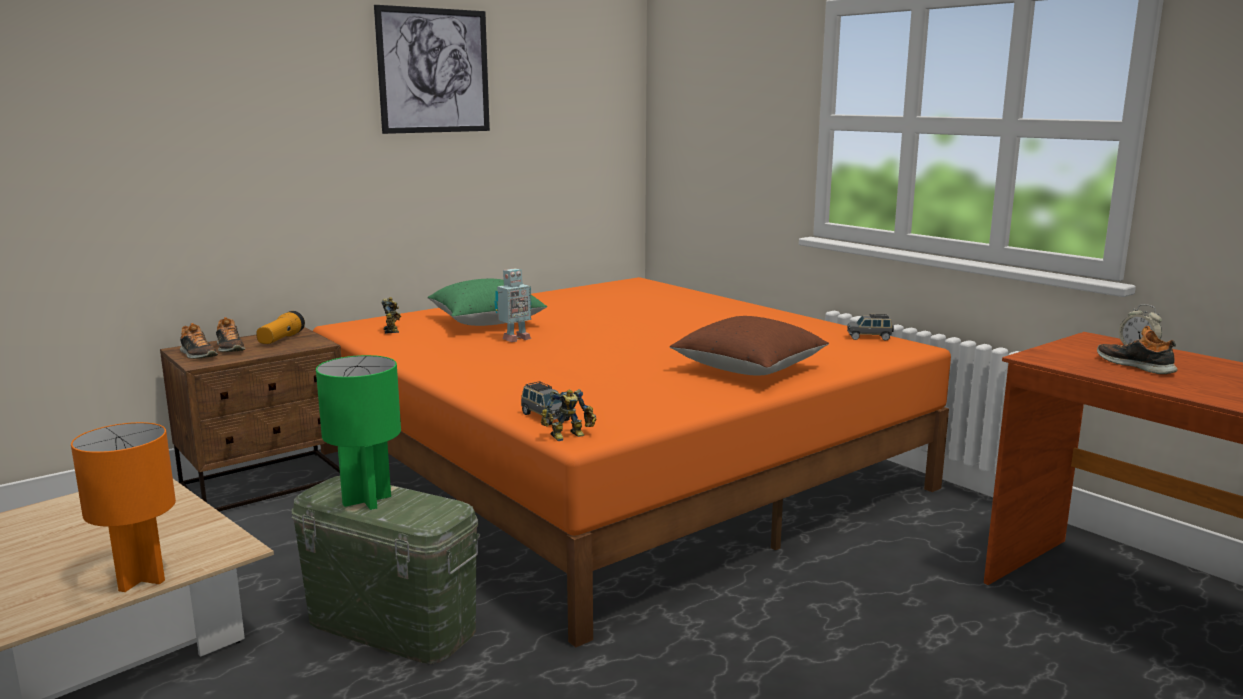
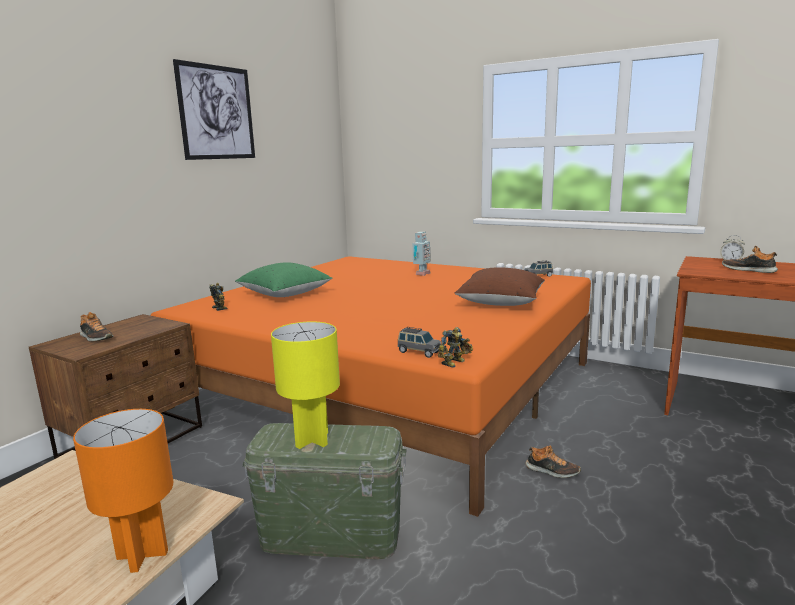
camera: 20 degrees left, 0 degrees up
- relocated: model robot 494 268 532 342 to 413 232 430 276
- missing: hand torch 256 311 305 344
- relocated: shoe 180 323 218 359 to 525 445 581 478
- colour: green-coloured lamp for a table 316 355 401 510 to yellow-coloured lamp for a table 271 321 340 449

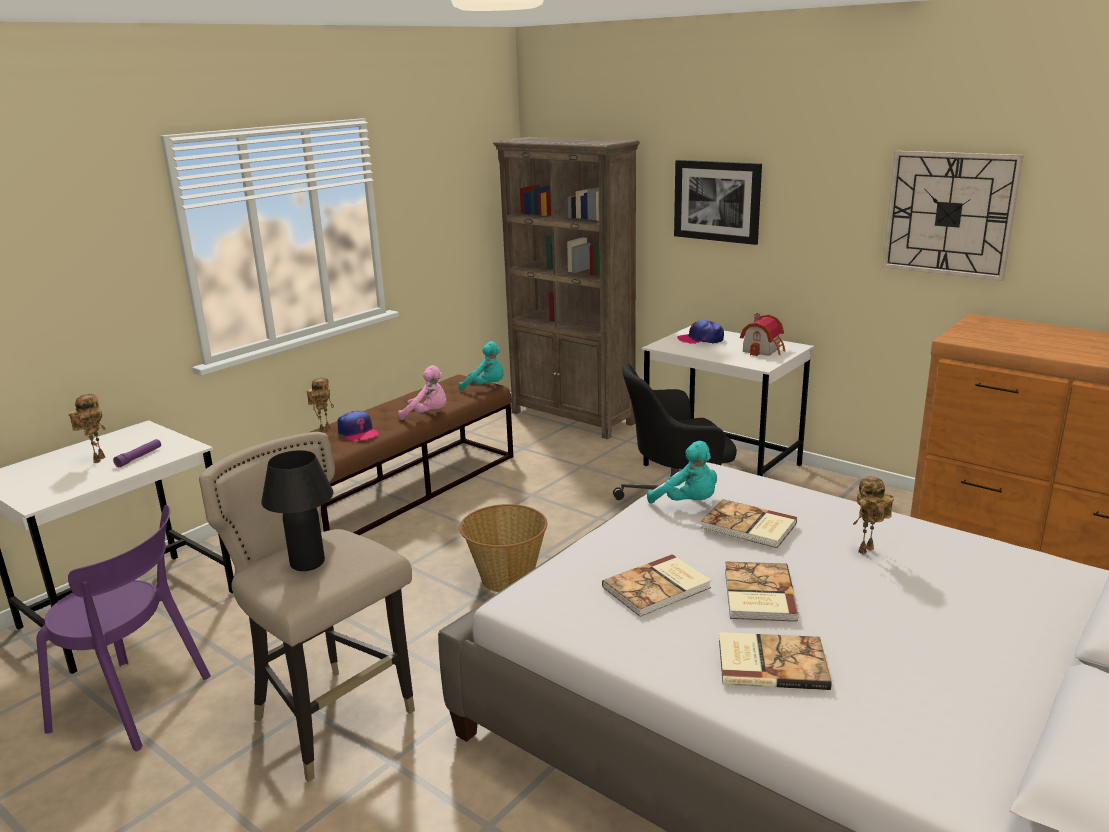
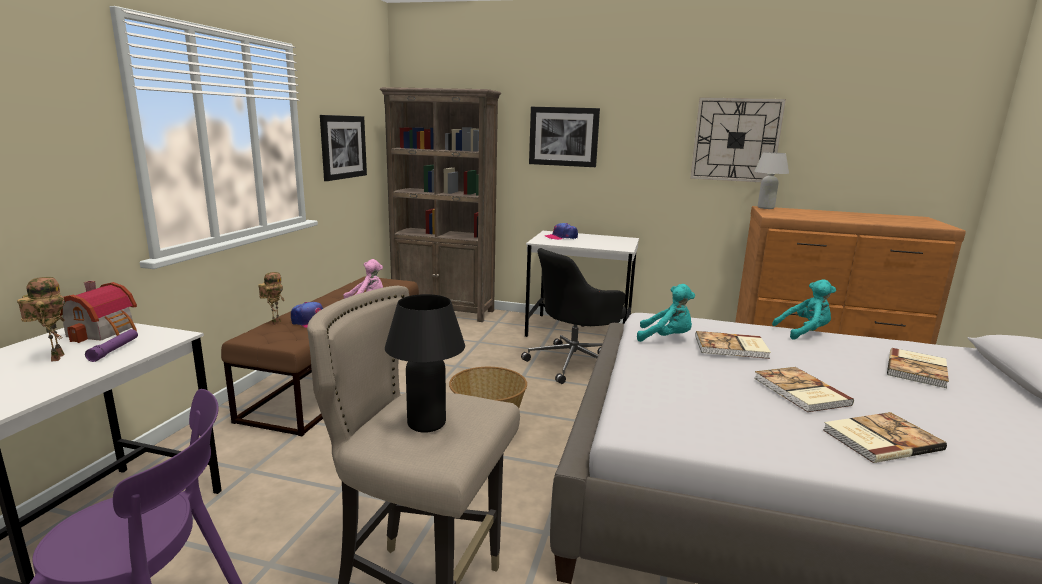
camera: 25 degrees left, 5 degrees down
- relocated: model house 740 313 785 356 to 60 281 137 343
- relocated: turquoise soft toy 459 341 504 391 to 772 279 836 340
- missing: model robot 853 476 894 554
- relocated: volume 602 554 711 617 to 887 348 949 388
- appeared: wall picture 320 115 367 181
- appeared: whitish lamp for a table 754 152 789 209

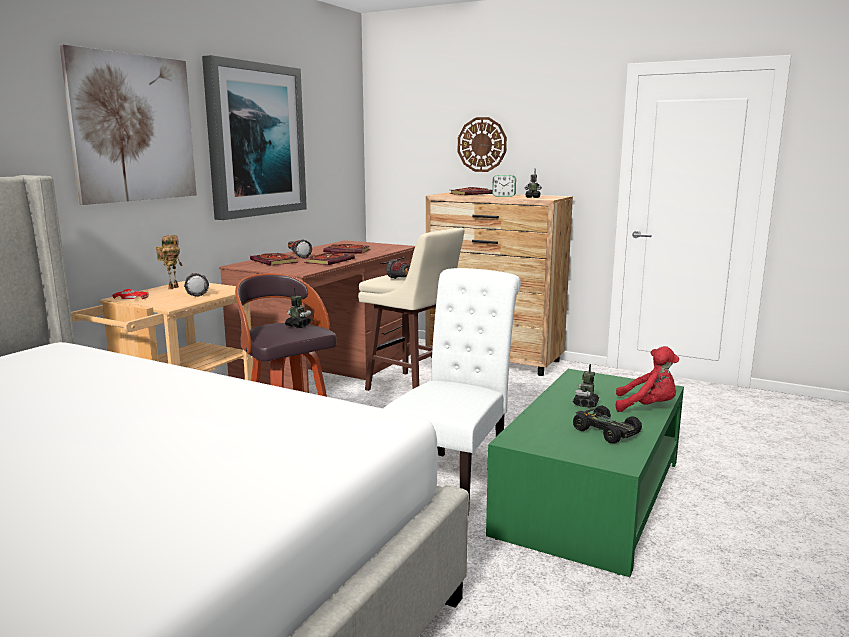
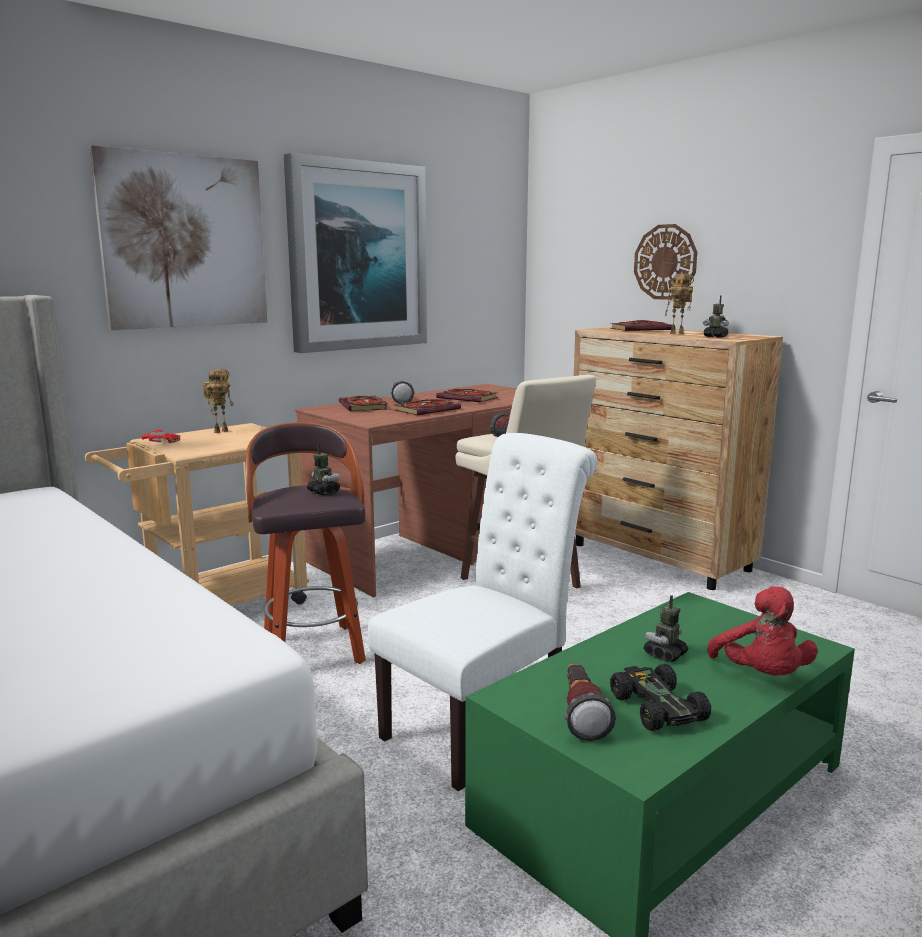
camera: 20 degrees right, 0 degrees up
- exchanged: alarm clock 492 175 516 197 to model robot 665 274 694 335
- relocated: hand torch 184 273 209 297 to 565 664 616 741
- spun: reddish soft toy 616 346 679 412 = 707 587 818 676 45 degrees clockwise

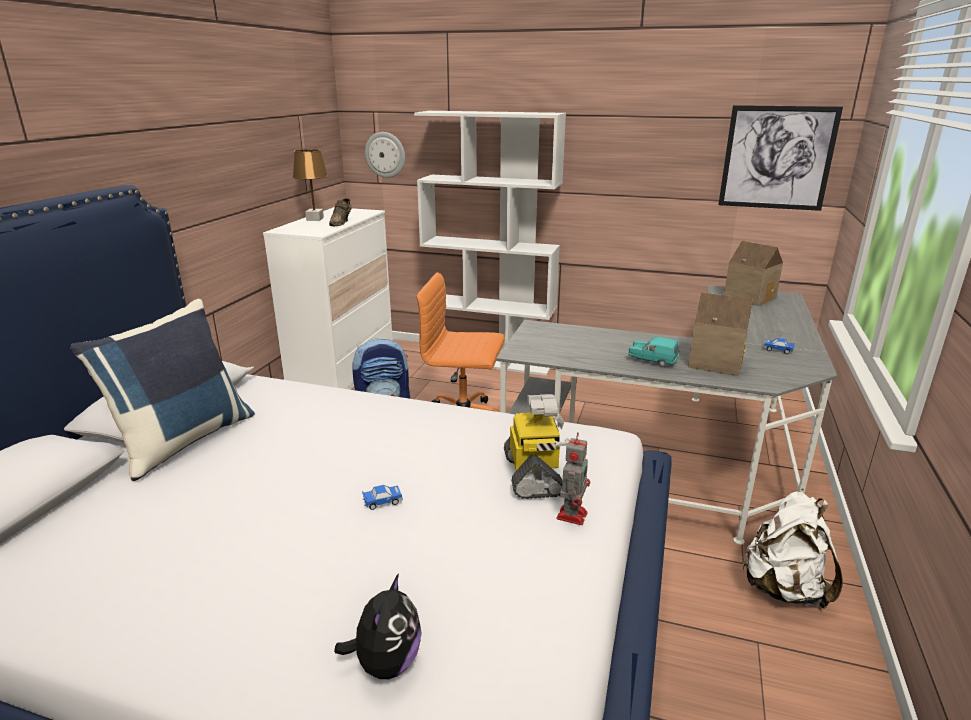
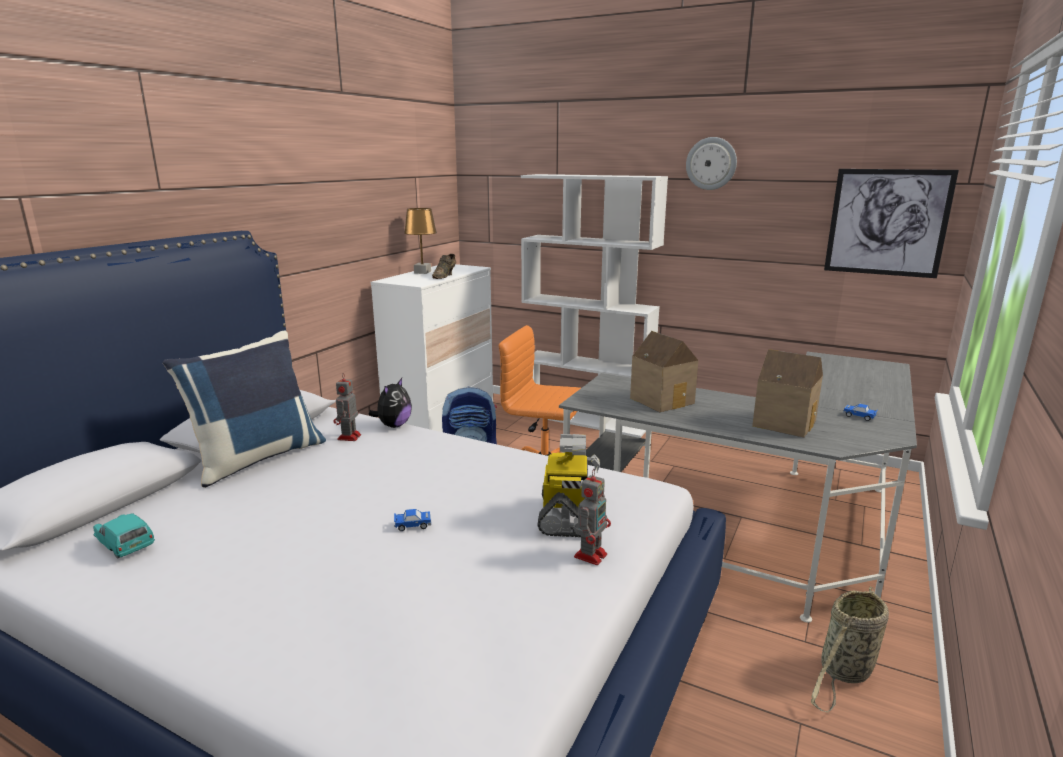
camera: 10 degrees right, 5 degrees down
- relocated: clock on the wall 365 132 405 178 to 686 137 737 190
- relocated: model house 724 241 783 306 to 630 331 699 412
- relocated: turquoise model car 628 337 680 367 to 93 513 155 558
- exchanged: whitish rucksack 741 491 843 609 to household basket 811 587 889 712
- relocated: soft toy 334 573 422 679 to 369 378 412 428
- appeared: model robot 334 373 361 441

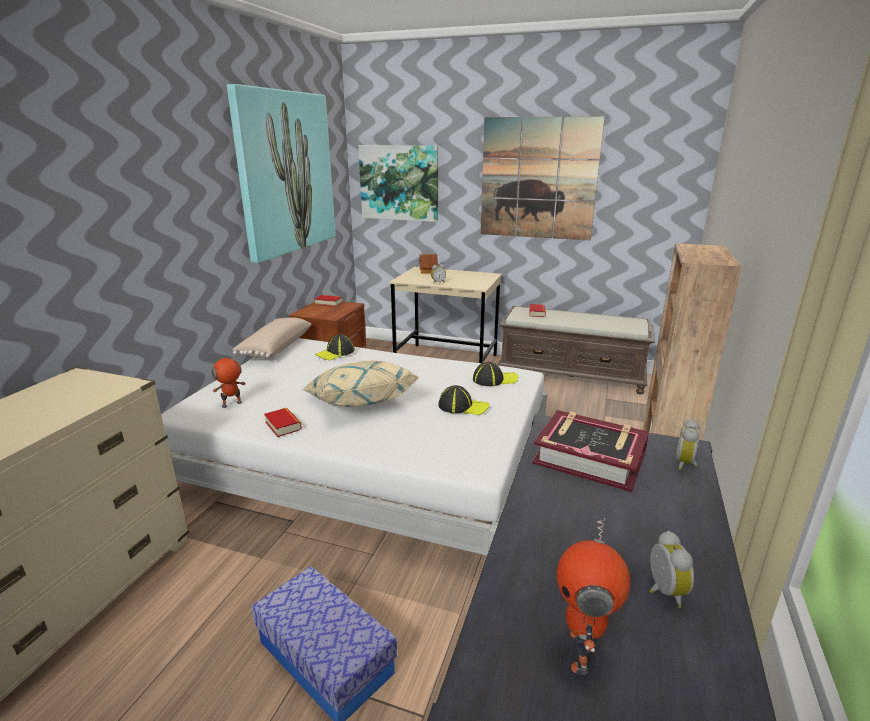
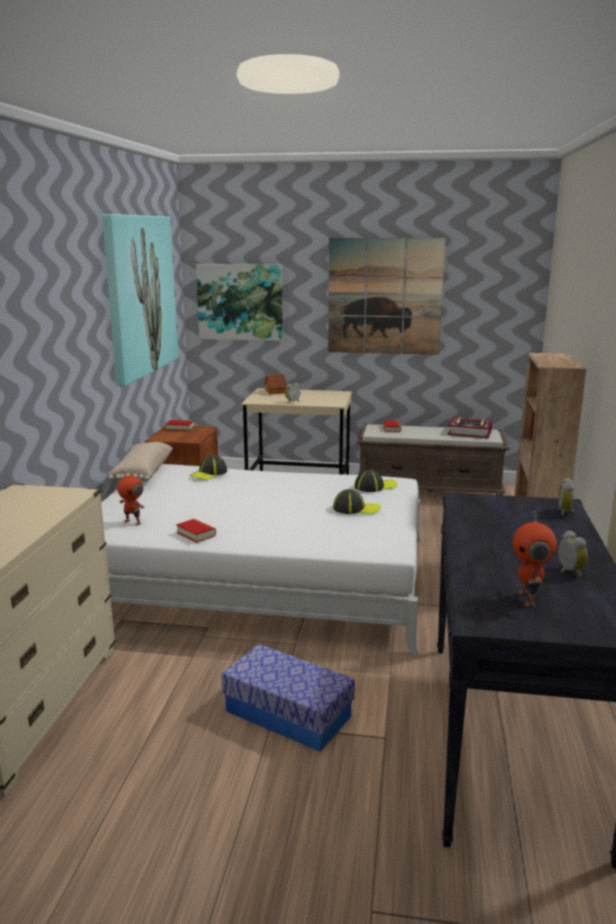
camera: 10 degrees left, 5 degrees down
- spun: model robot 212 353 246 408 = 117 470 145 526 105 degrees counterclockwise
- missing: beige-coloured throw pillow 302 361 419 407
- relocated: volume 532 410 649 492 to 447 417 492 439

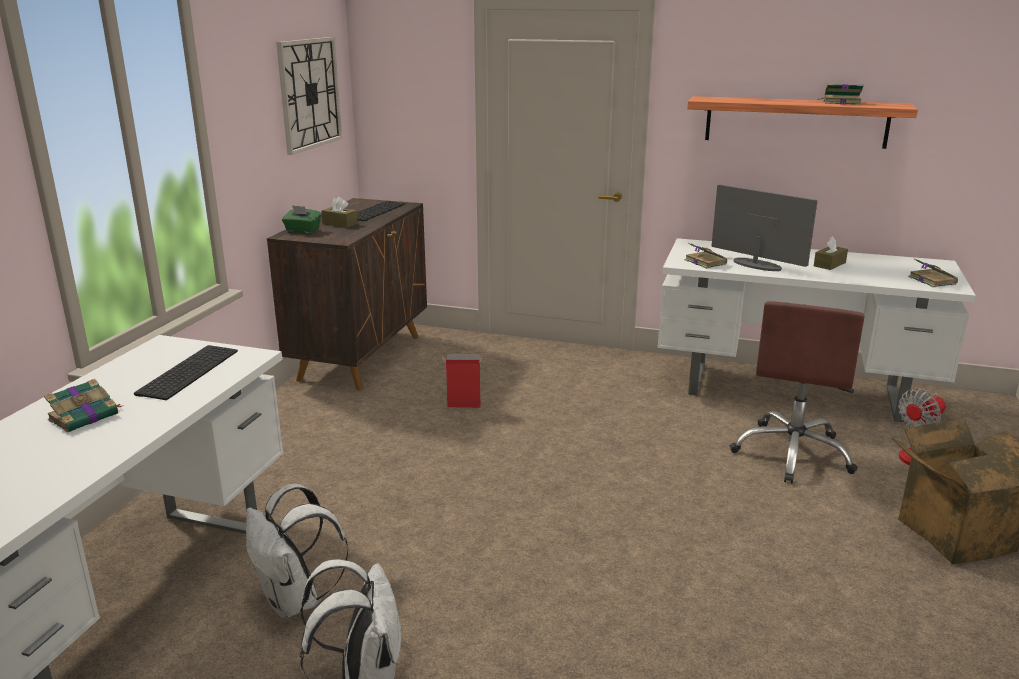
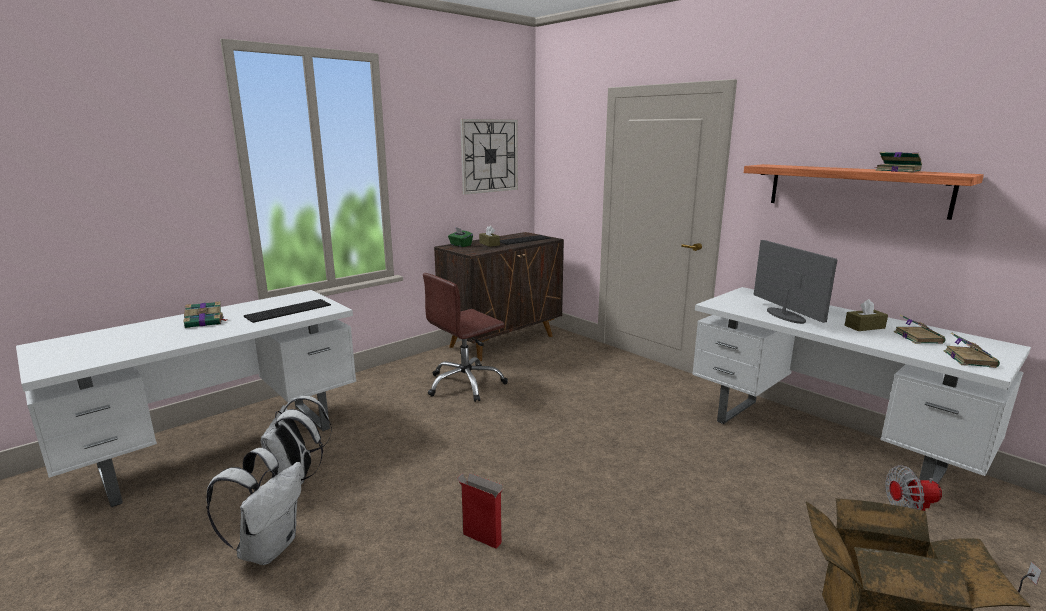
camera: 30 degrees right, 5 degrees down
- relocated: volume 684 243 727 269 to 894 314 946 344
- relocated: brown-coloured office chair 730 301 865 483 to 423 273 508 402
- relocated: packing box 441 354 483 408 to 457 473 504 549

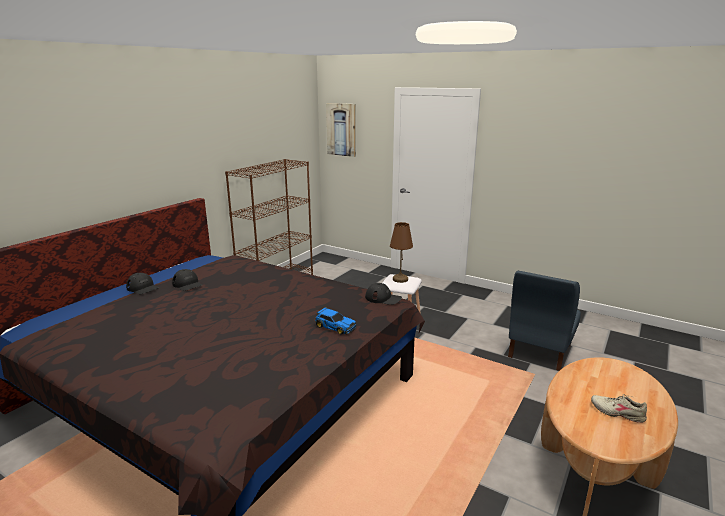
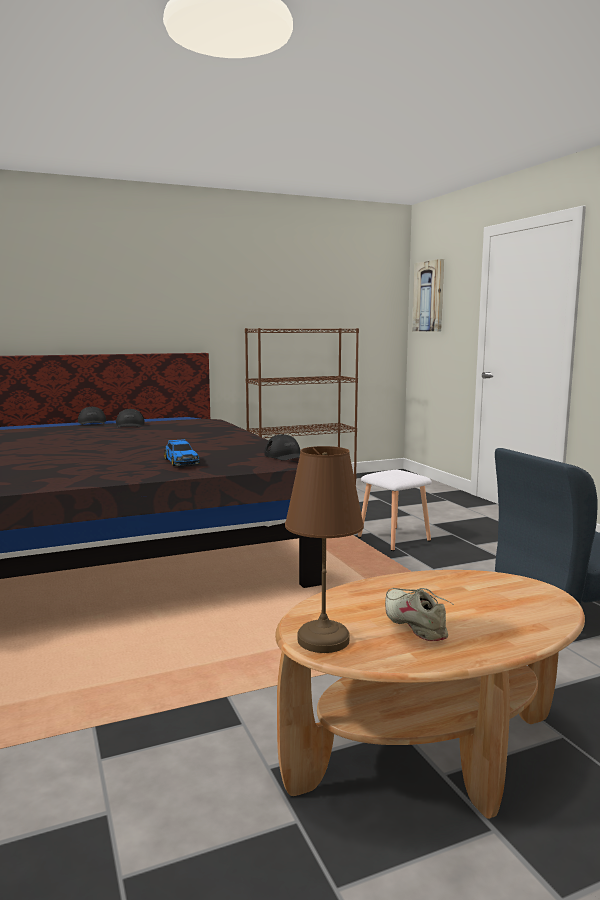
camera: 35 degrees right, 10 degrees down
- relocated: brown-coloured lamp for a table 390 222 413 283 to 285 446 364 653

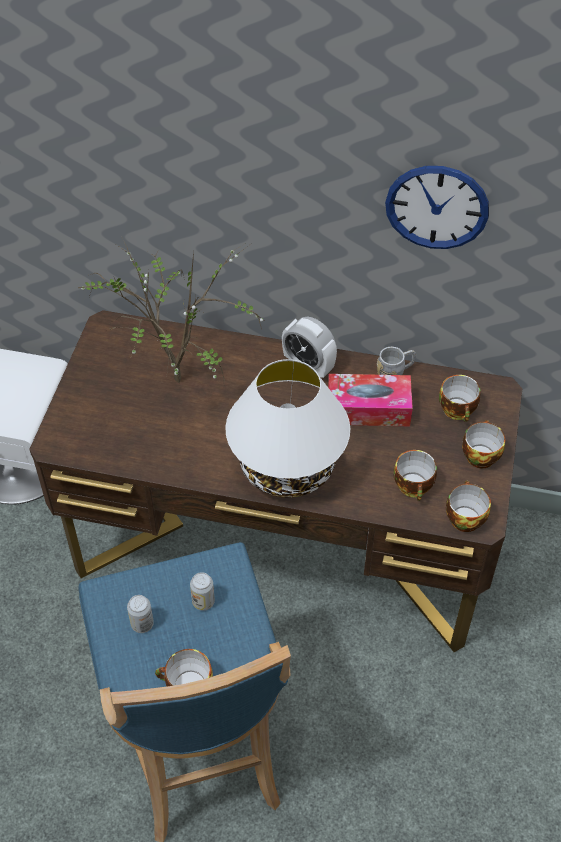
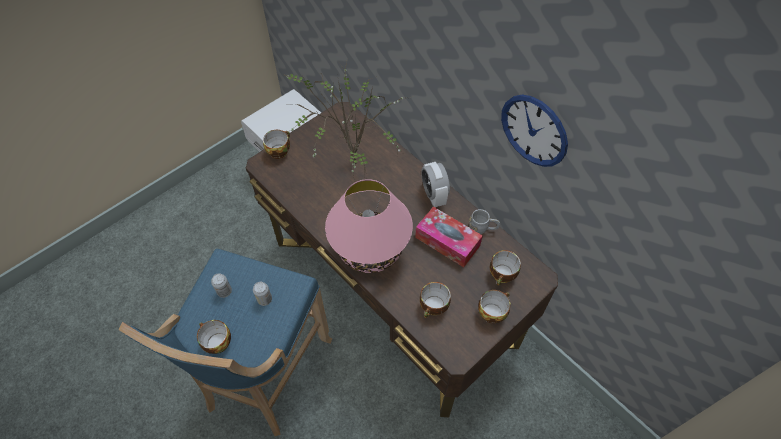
camera: 35 degrees right, 5 degrees up
- colour: whitish lamp for a table 225 359 350 498 to pink-coloured lamp for a table 325 179 413 273
- relocated: cup 446 481 491 532 to 263 130 290 159

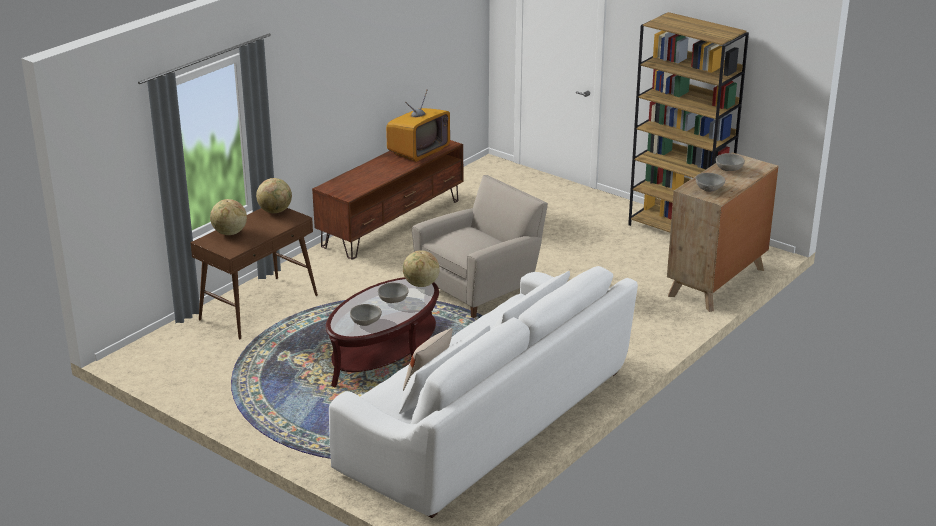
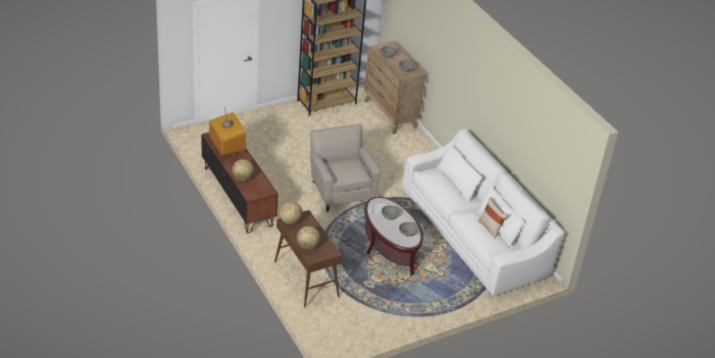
camera: 70 degrees left, 10 degrees up
- relocated: globe 403 250 439 287 to 232 159 254 181

